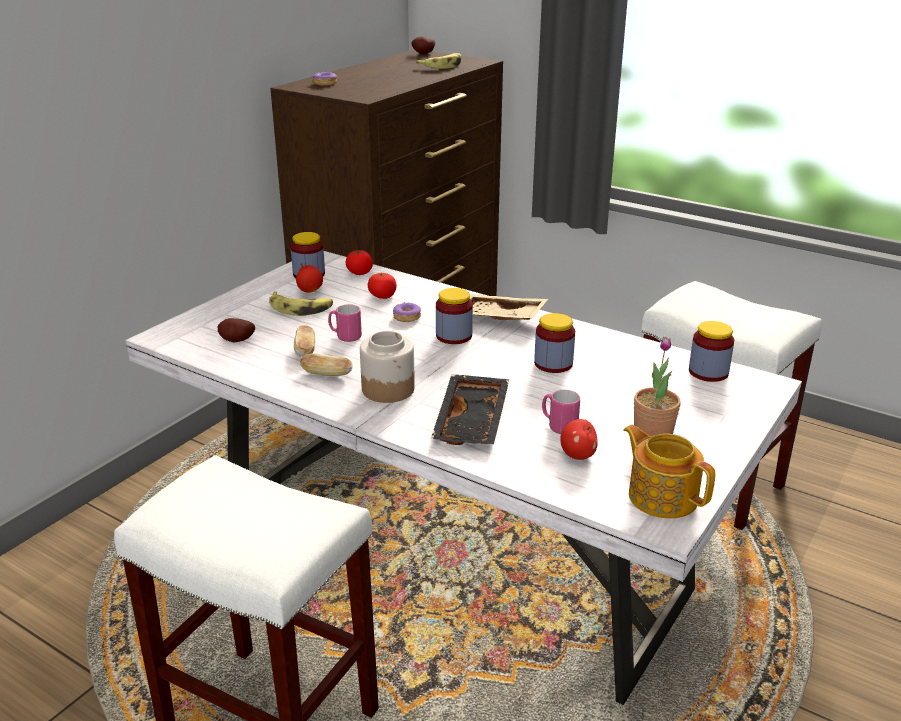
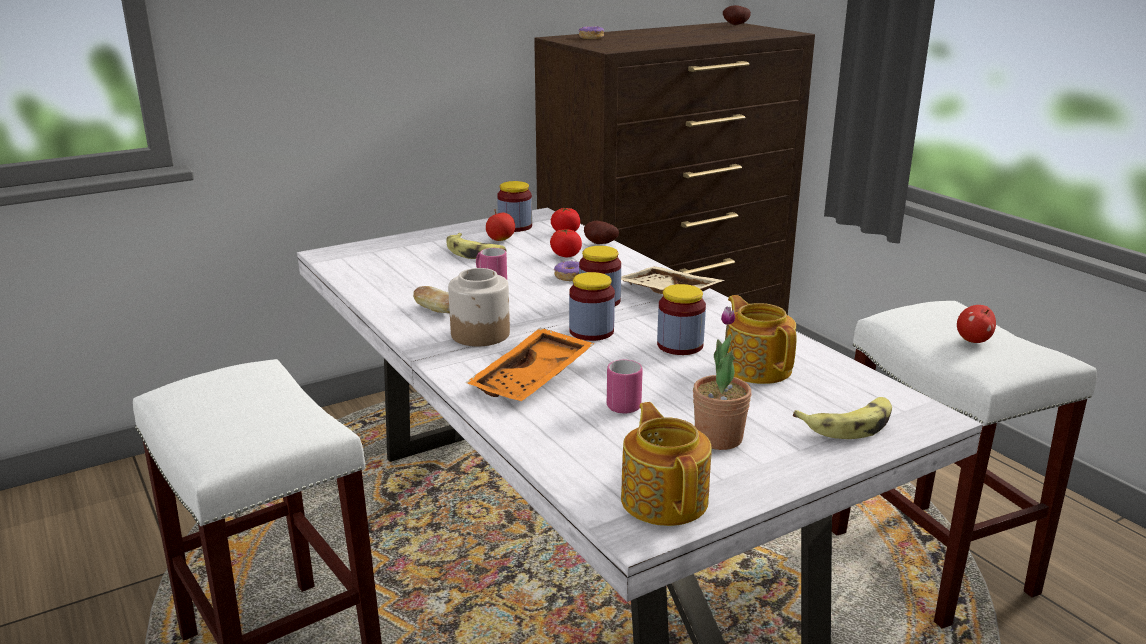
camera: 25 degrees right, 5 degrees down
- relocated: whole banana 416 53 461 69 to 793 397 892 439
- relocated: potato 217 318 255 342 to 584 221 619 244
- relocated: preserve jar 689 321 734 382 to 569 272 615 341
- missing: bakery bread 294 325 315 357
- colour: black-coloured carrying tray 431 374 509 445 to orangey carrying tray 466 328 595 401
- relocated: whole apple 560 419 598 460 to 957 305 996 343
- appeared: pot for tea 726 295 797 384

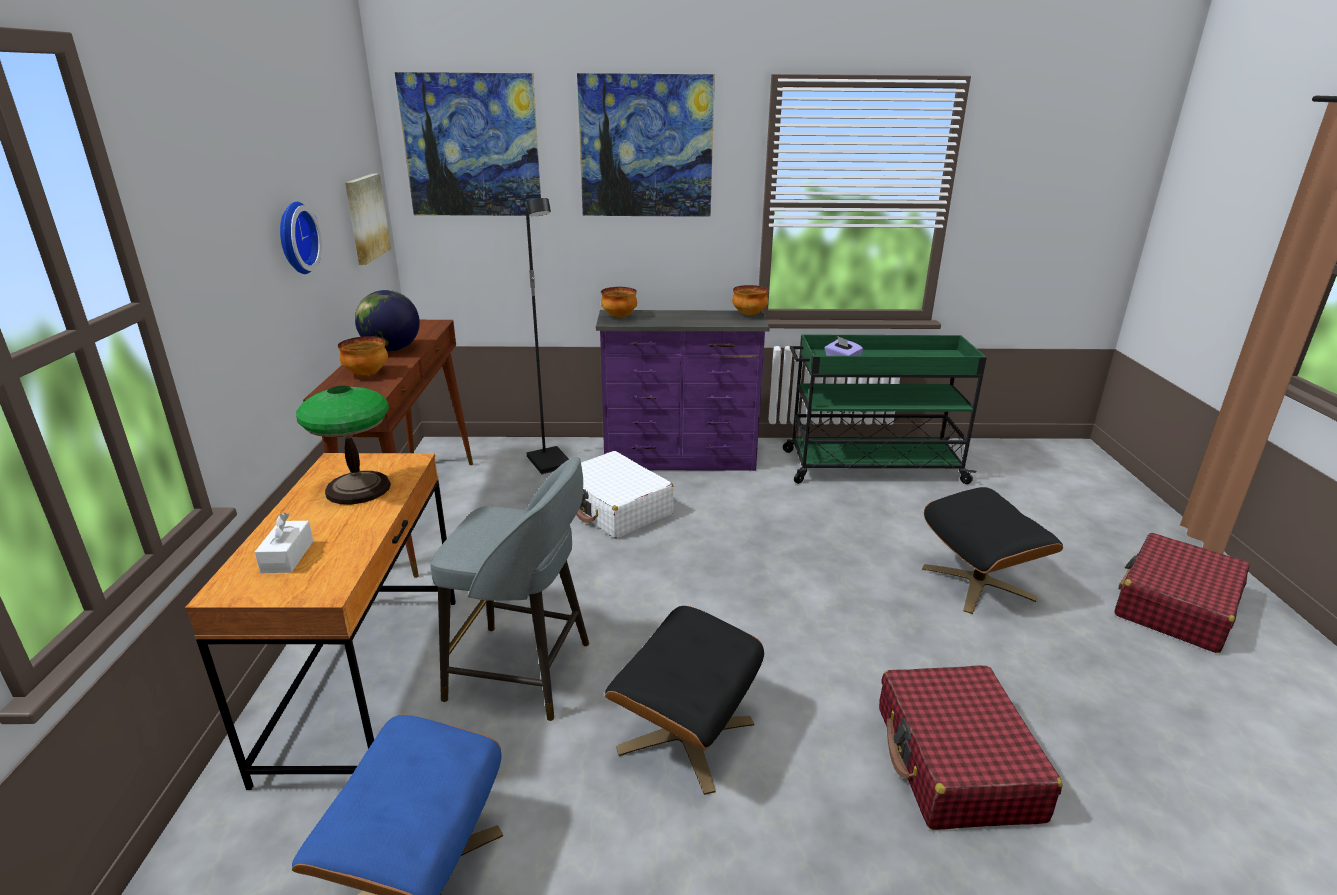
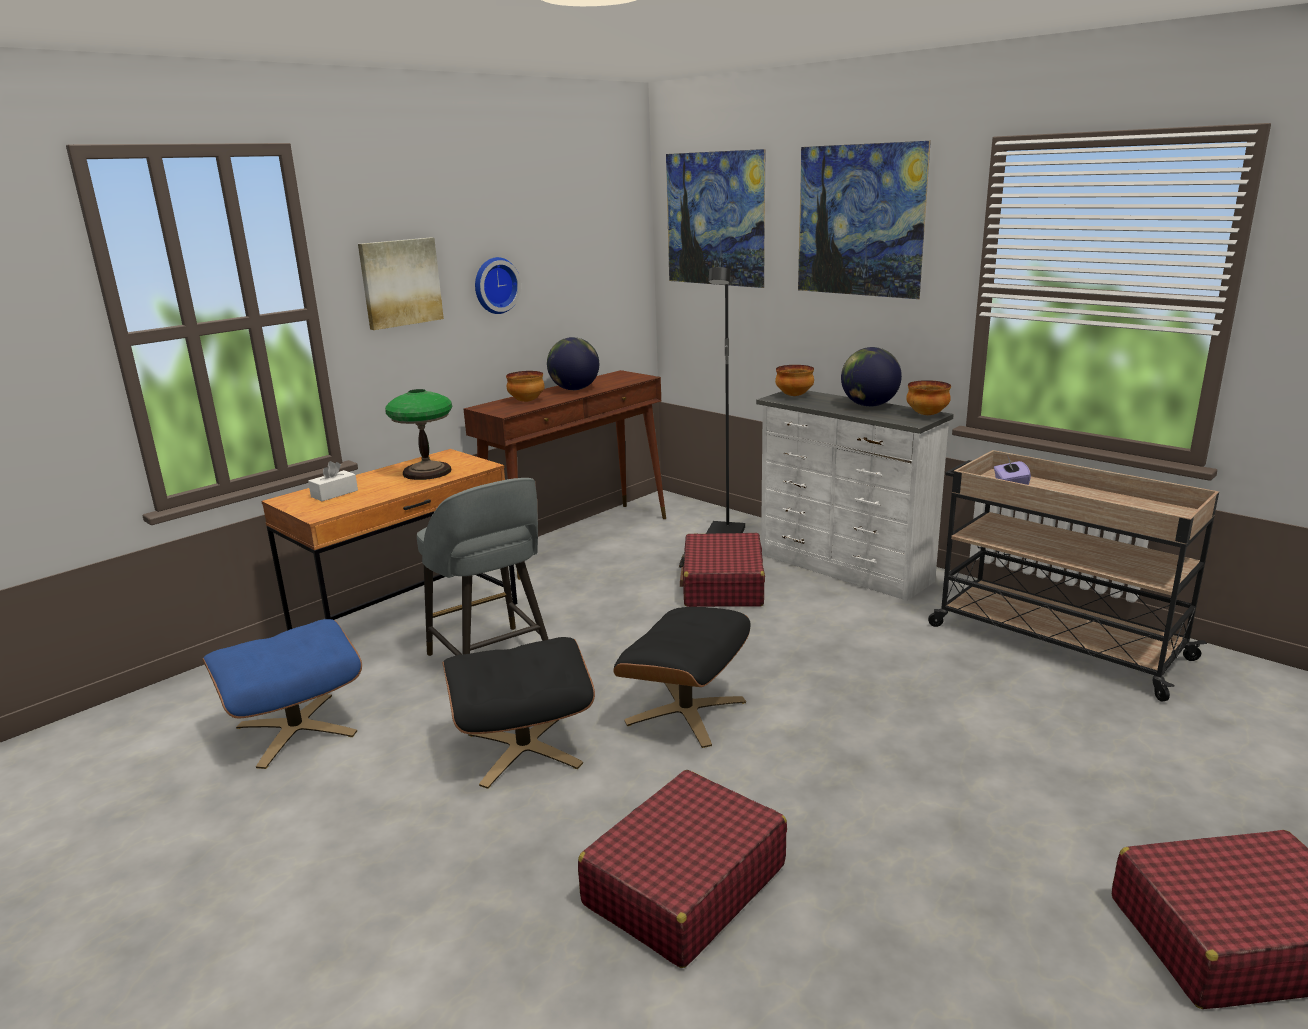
camera: 45 degrees right, 5 degrees down
- relocated: wall picture 345 173 391 265 to 358 238 444 330
- colour: purple dresser 596 310 770 471 to whitish dresser 756 391 954 601
- colour: green-coloured wheeled cart 783 334 987 484 to beige-coloured wheeled cart 928 450 1219 701
- colour: whitish travel case 576 451 674 539 to reddish travel case 679 533 765 607
- relocated: black-coloured ottoman 922 487 1063 614 to 614 607 751 748
- appeared: globe 841 347 902 407

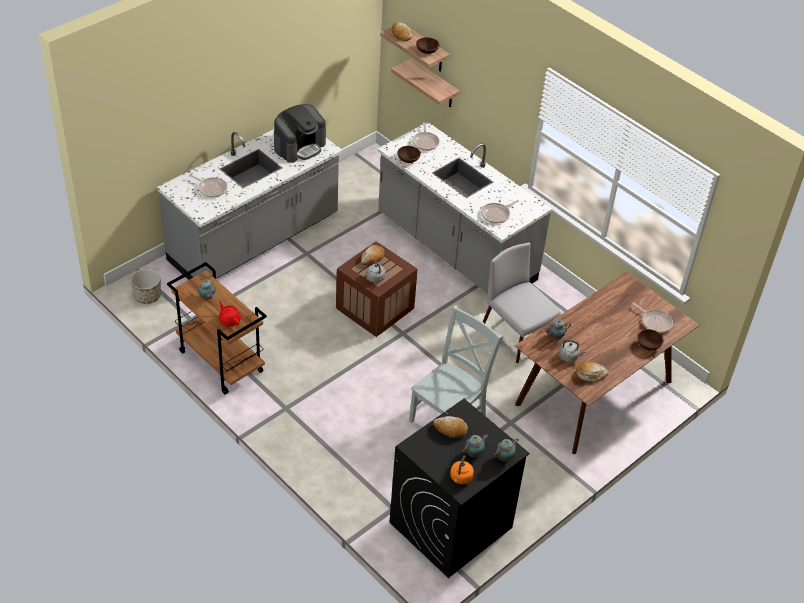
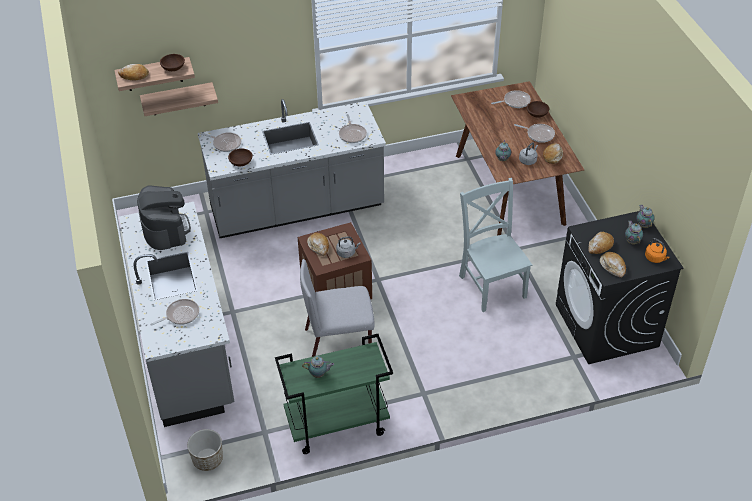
camera: 60 degrees left, 0 degrees up
- relocated: greyish chair 483 243 561 363 to 300 259 375 357
- colour: brown-coloured wheeled cart 167 262 267 395 to green-coloured wheeled cart 275 334 393 454
- missing: reddish pot for tea 219 301 241 326
- appeared: frying pan 514 124 555 143
- appeared: bakery bread 600 252 626 278

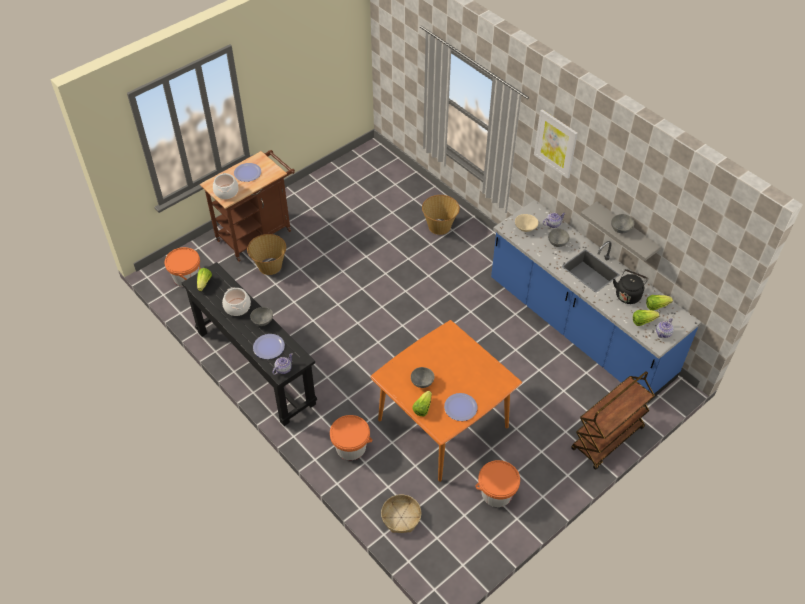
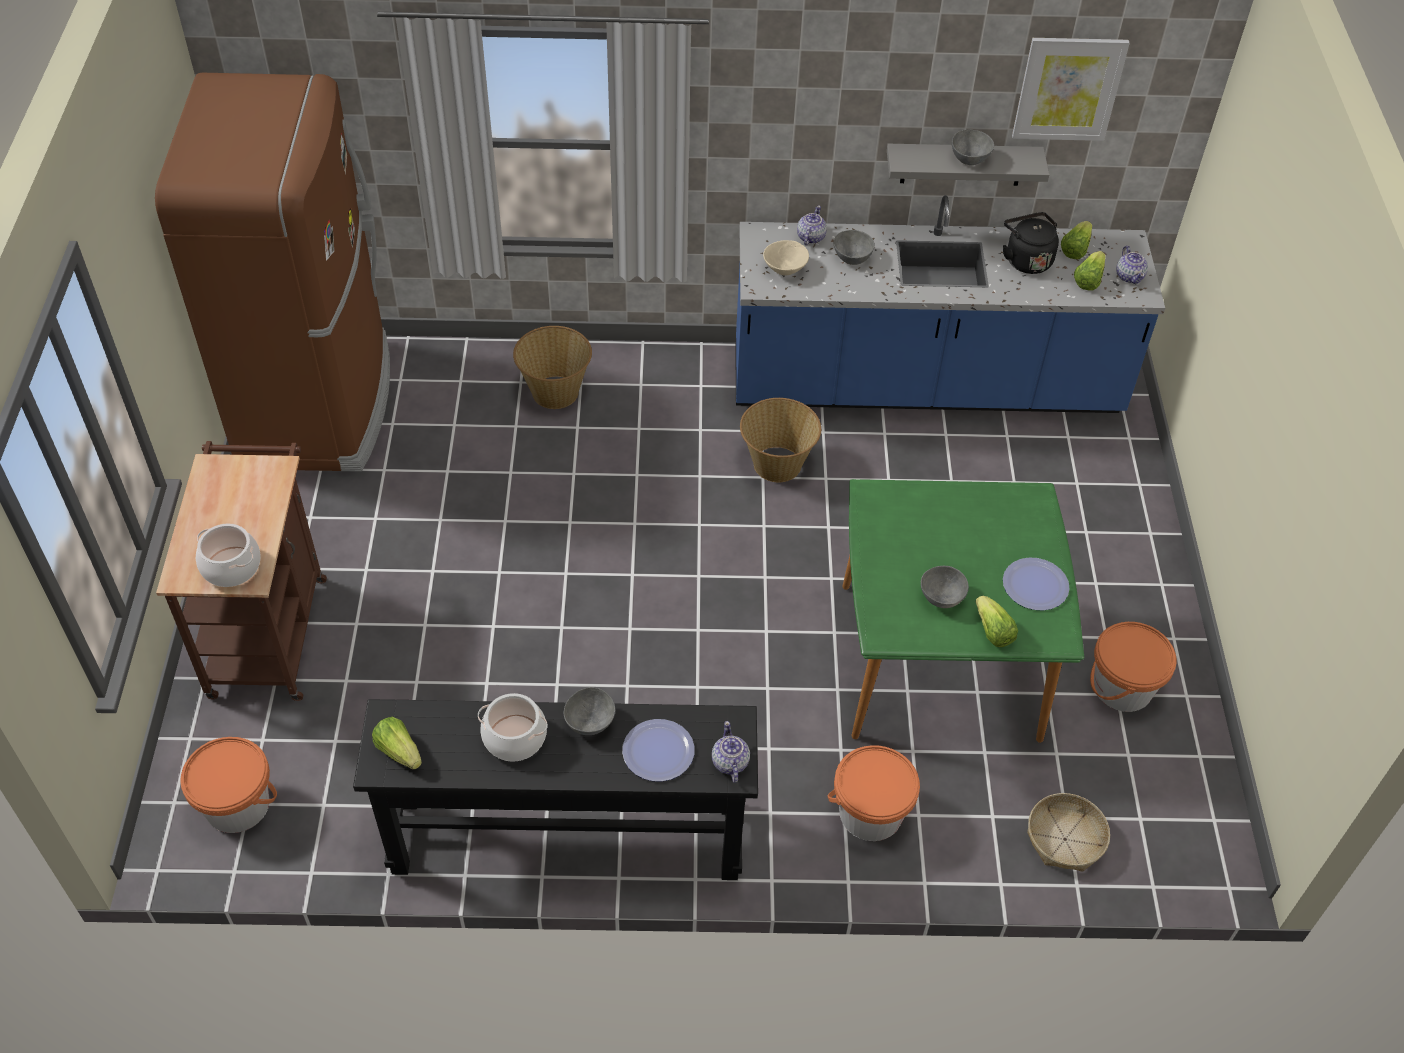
camera: 50 degrees left, 0 degrees up
- relocated: wall picture 534 109 578 179 to 1012 38 1130 141
- missing: dinner plate 234 163 261 182
- relocated: household basket 247 234 286 275 to 740 398 821 482
- colour: orangey dining table 370 320 522 482 to green-coloured dining table 842 479 1084 743
- missing: brown-coloured wheeled cart 571 371 655 470
- appeared: brown-coloured kitchen fridge 155 73 390 472

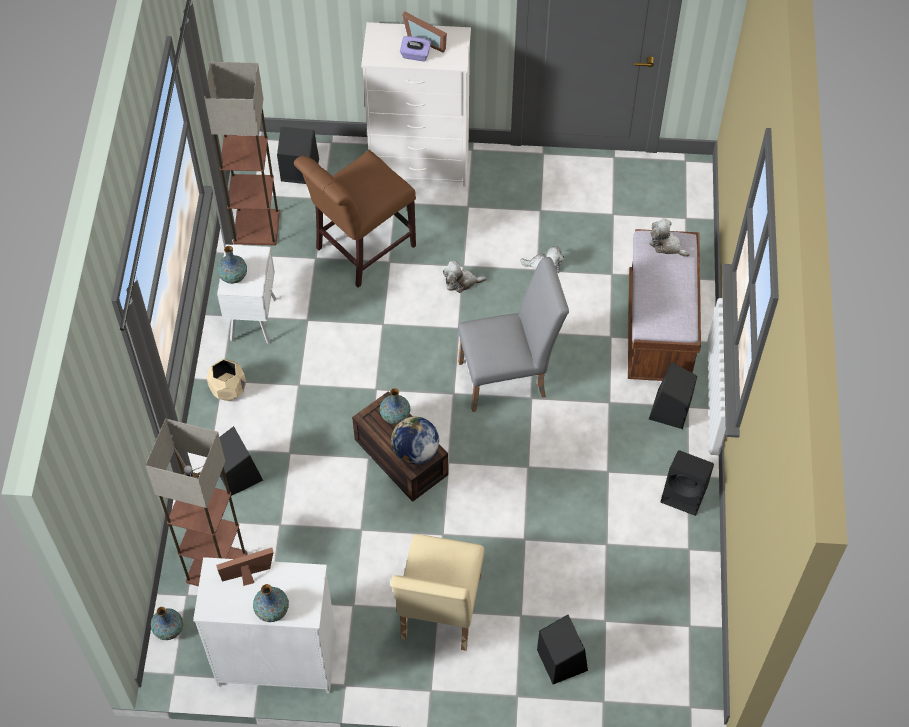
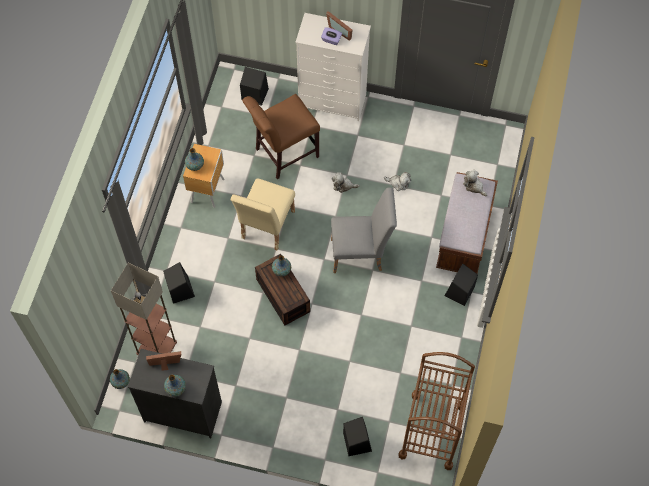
camera: 10 degrees right, 5 degrees up
- missing: floor lamp 204 62 280 245
- colour: whitish bedside table 217 244 276 344 to brown-coloured bedside table 183 144 224 208
- missing: beige-coloured planter 207 359 246 401
- missing: globe 391 417 439 464
- missing: black-coloured loudspeaker 661 450 714 516
- relocated: beige-coloured chair 391 534 484 651 to 231 178 295 251
- colour: whitish dresser 193 557 336 693 to black-coloured dresser 128 349 222 438
- appeared: brown-coloured wheeled cart 398 352 475 470

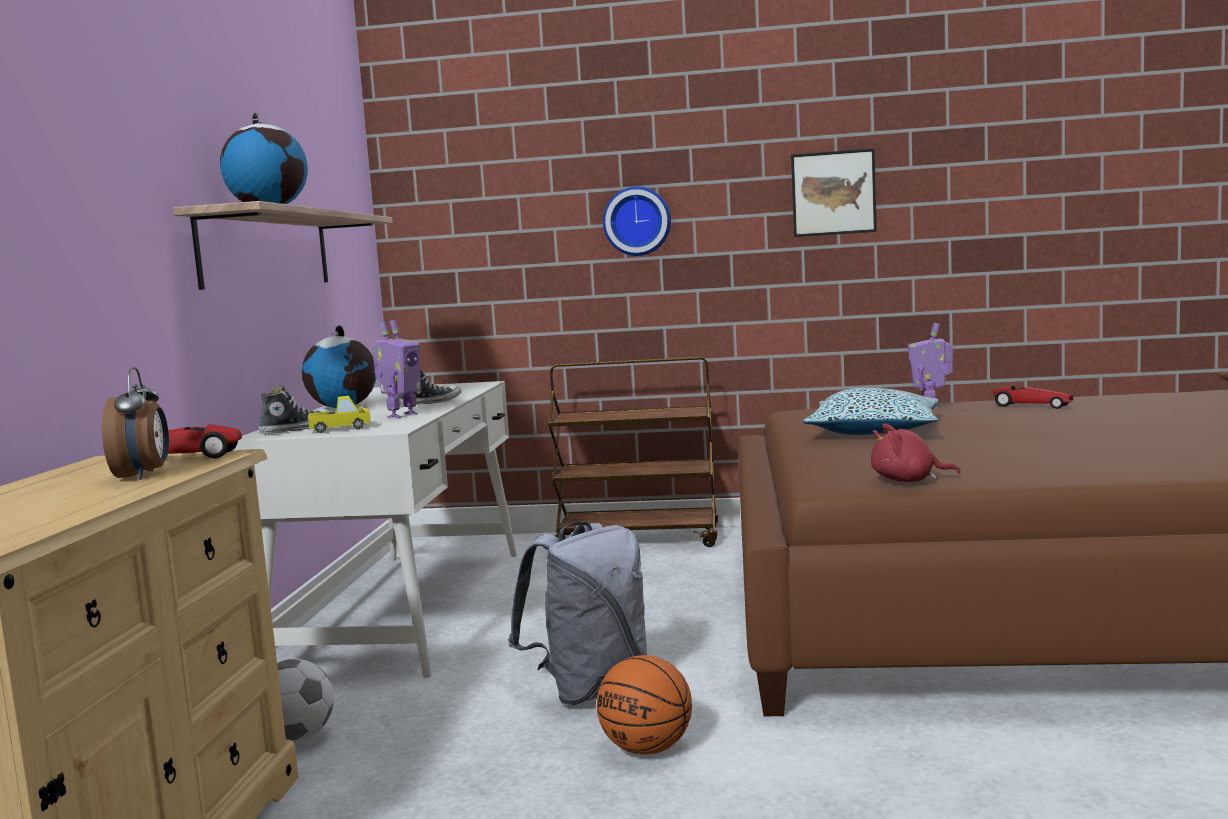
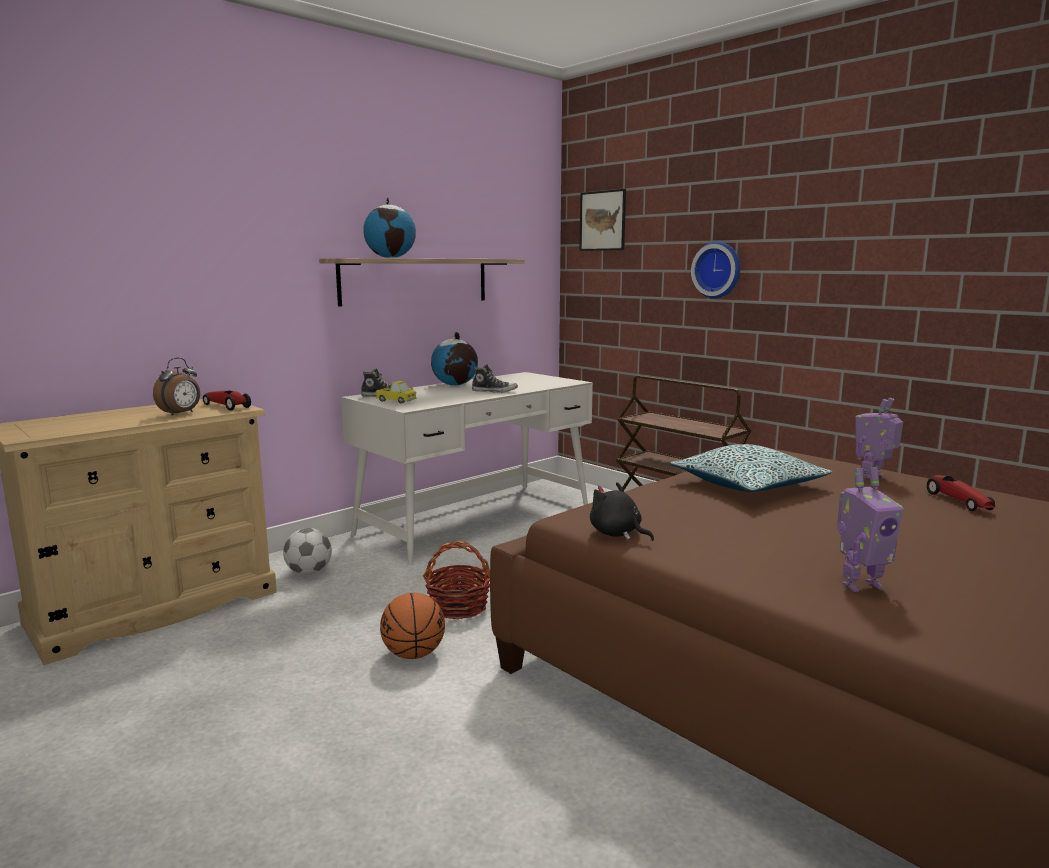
camera: 40 degrees right, 5 degrees up
- relocated: wall picture 791 149 877 237 to 580 189 626 251
- relocated: model robot 372 320 421 418 to 837 467 904 592
- colour: reddish soft toy 871 423 961 482 to black-coloured soft toy 590 482 654 541
- exchanged: greyish rucksack 508 521 647 705 to household basket 423 541 490 620

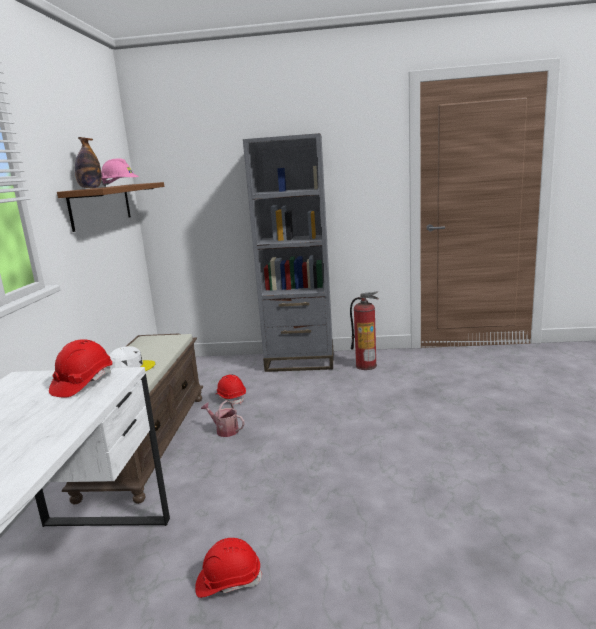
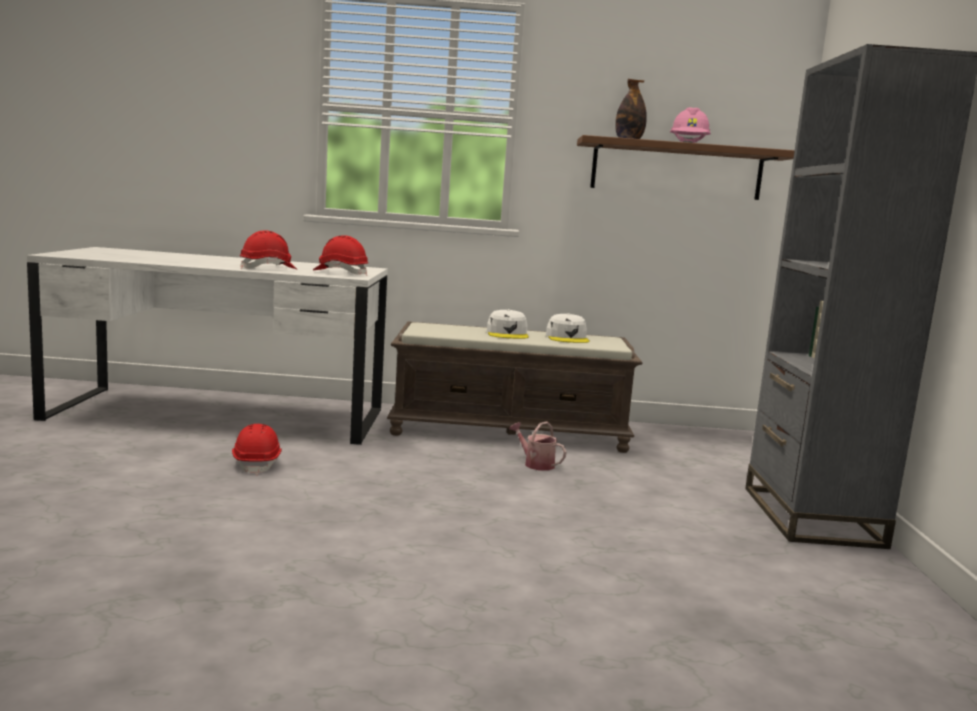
camera: 85 degrees right, 5 degrees down
- missing: fire-fighting cylinder 350 291 379 370
- relocated: reddish hard hat 216 375 246 404 to 240 231 298 270
- spun: watering can 201 400 244 437 = 509 421 567 471 75 degrees counterclockwise
- appeared: whitish baseball cap 546 313 590 343

